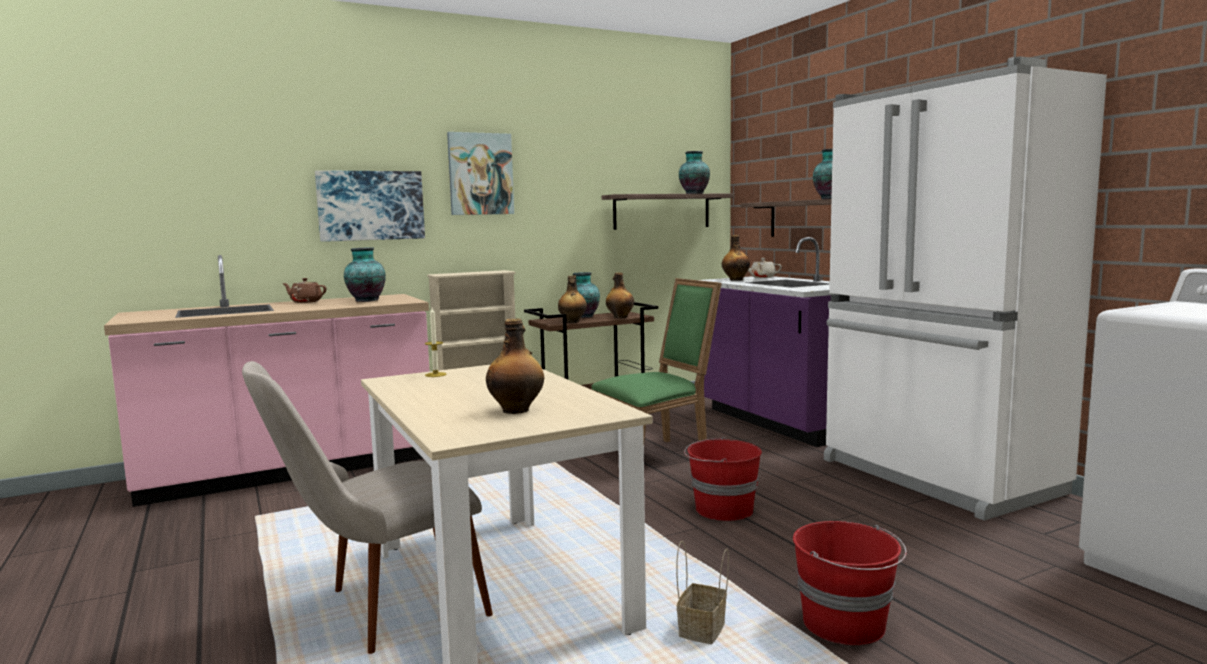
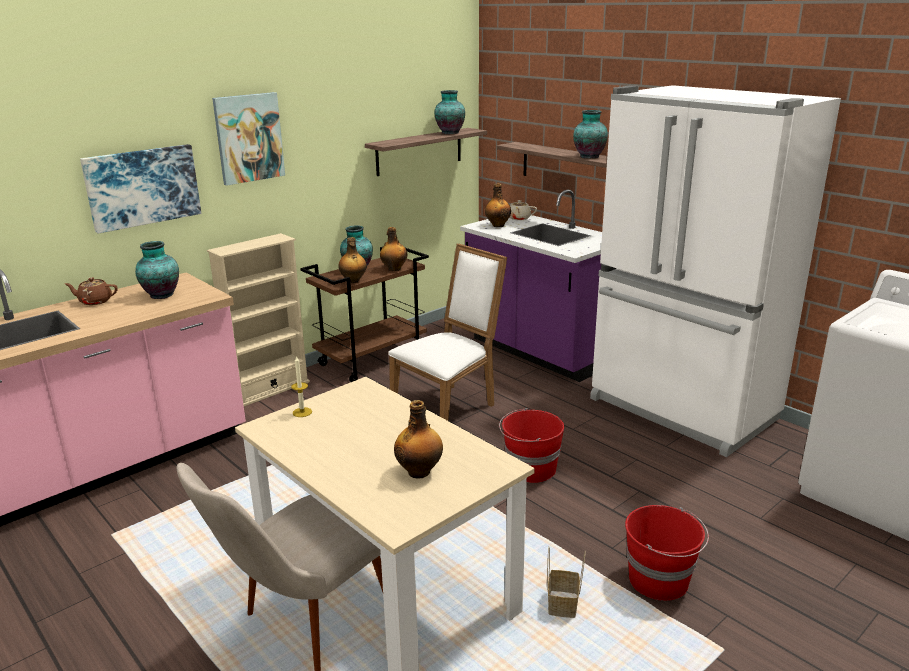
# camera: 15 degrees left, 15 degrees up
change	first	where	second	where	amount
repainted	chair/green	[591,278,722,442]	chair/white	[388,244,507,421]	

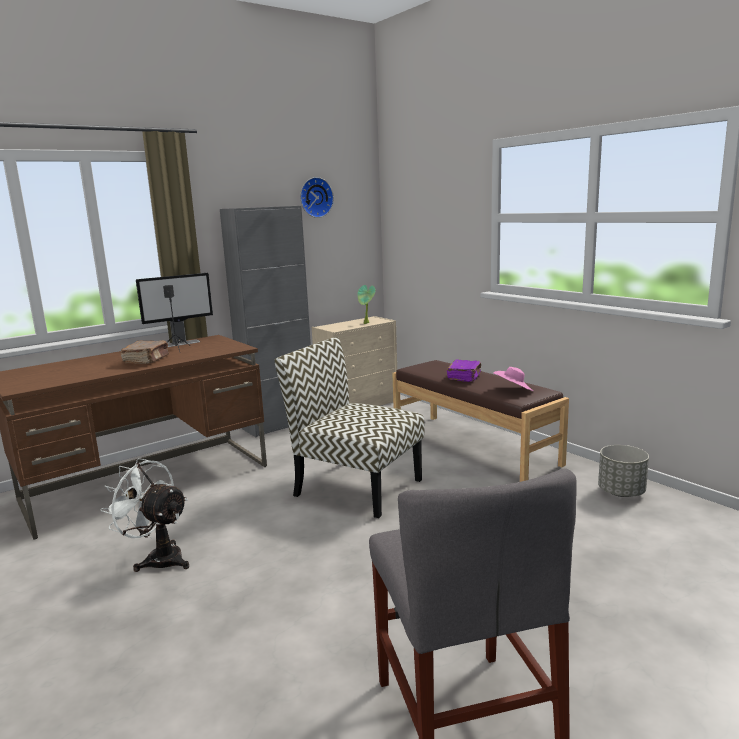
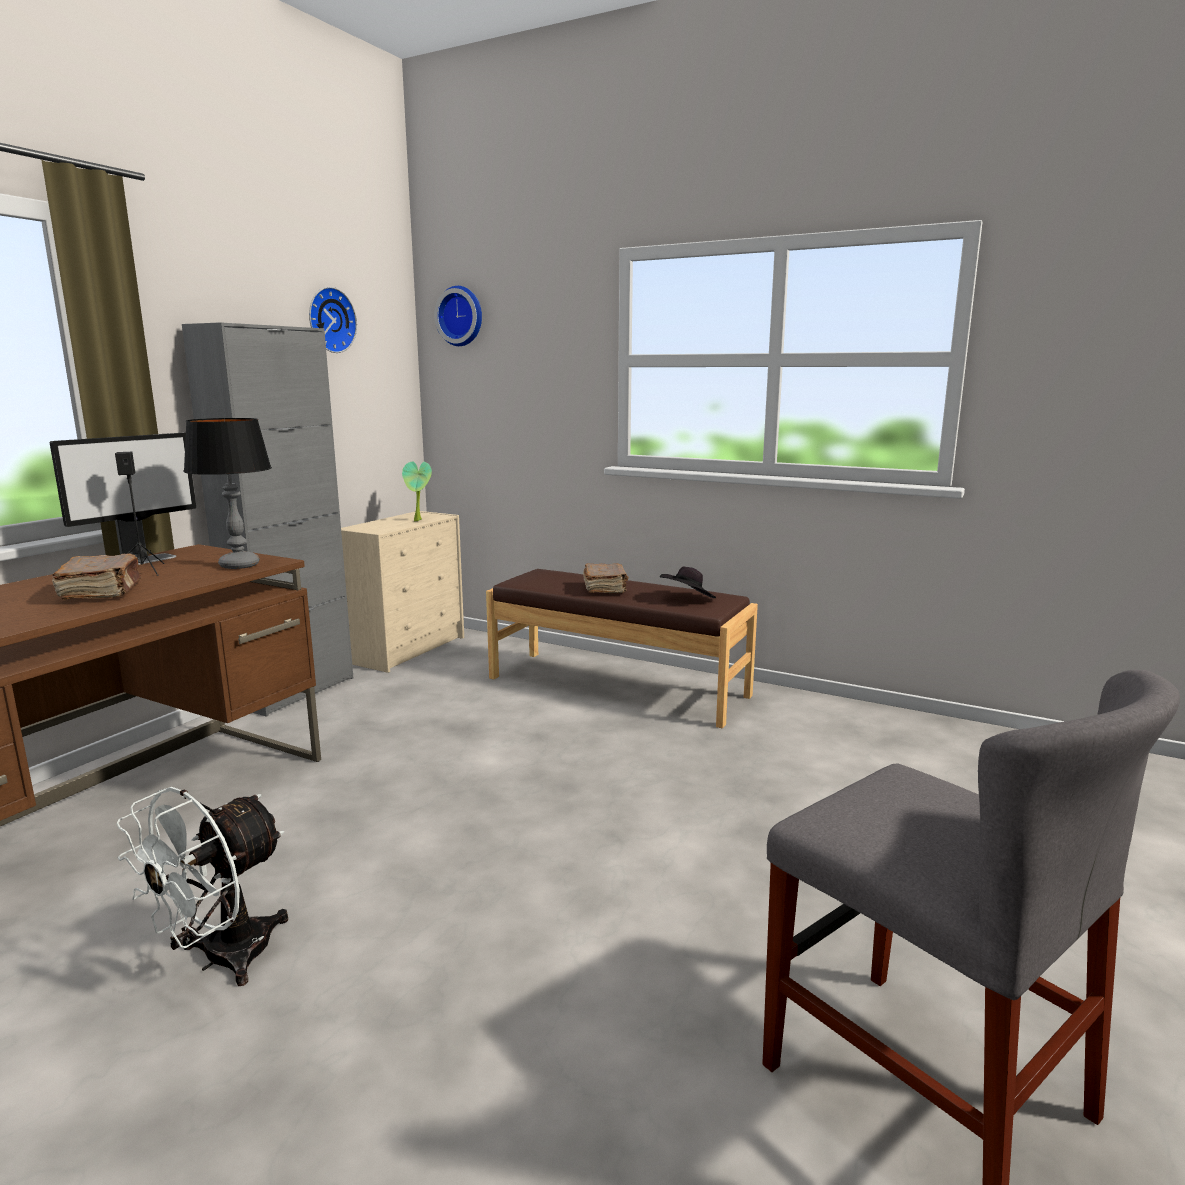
# camera: 25 degrees left, 0 degrees up
change	first	where	second	where	amount
rotated	fan/white	[100,458,189,572]		[116,787,288,986]	60 degrees counterclockwise
new			table lamp	[184,418,272,569]	
new			wall clock	[434,286,482,346]	
repainted	book/purple	[447,359,481,382]	book/brown	[583,563,628,593]	
repainted	hat/pink	[493,367,533,391]	hat/black	[660,566,716,598]	
gone	chair	[275,337,424,518]			
gone	planter/grey	[598,445,649,497]			

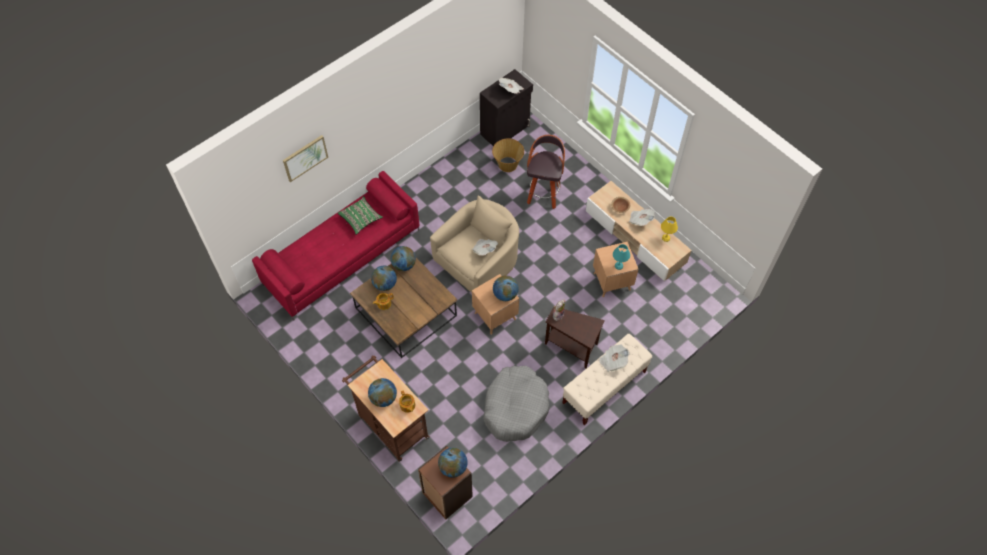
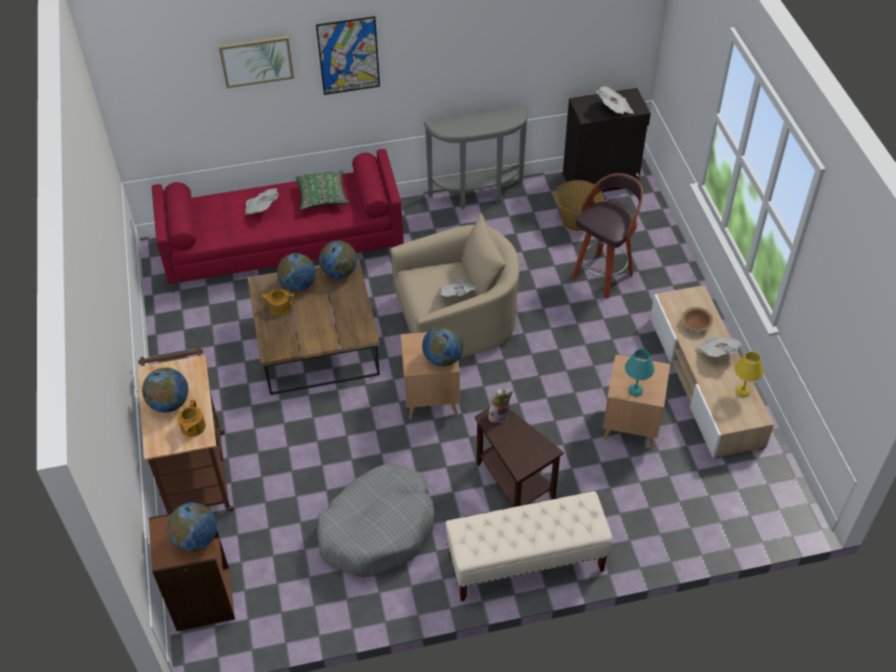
# camera: 30 degrees right, 10 degrees down
change	first	where	second	where	amount
shifted	newspaper	[599,344,630,372]		[245,188,278,215]	
new			picture	[316,16,380,95]	
new			console table/grey	[424,107,528,209]	

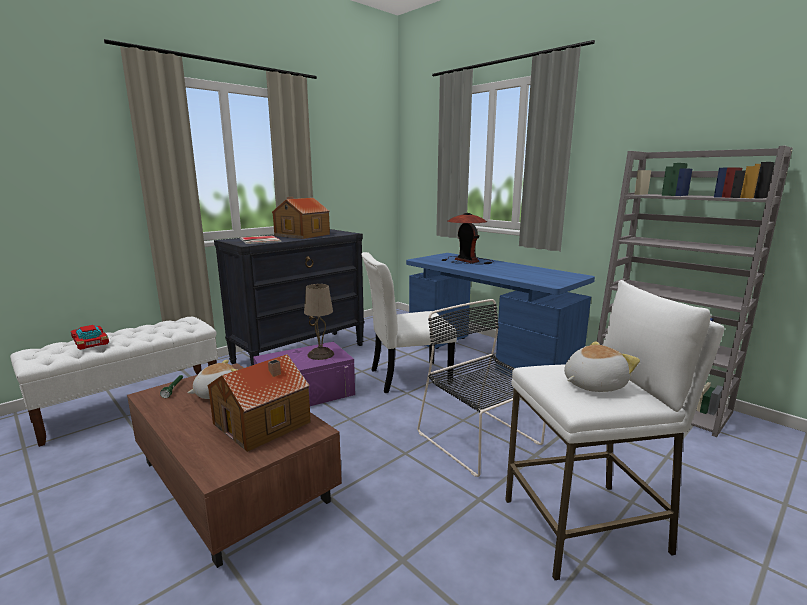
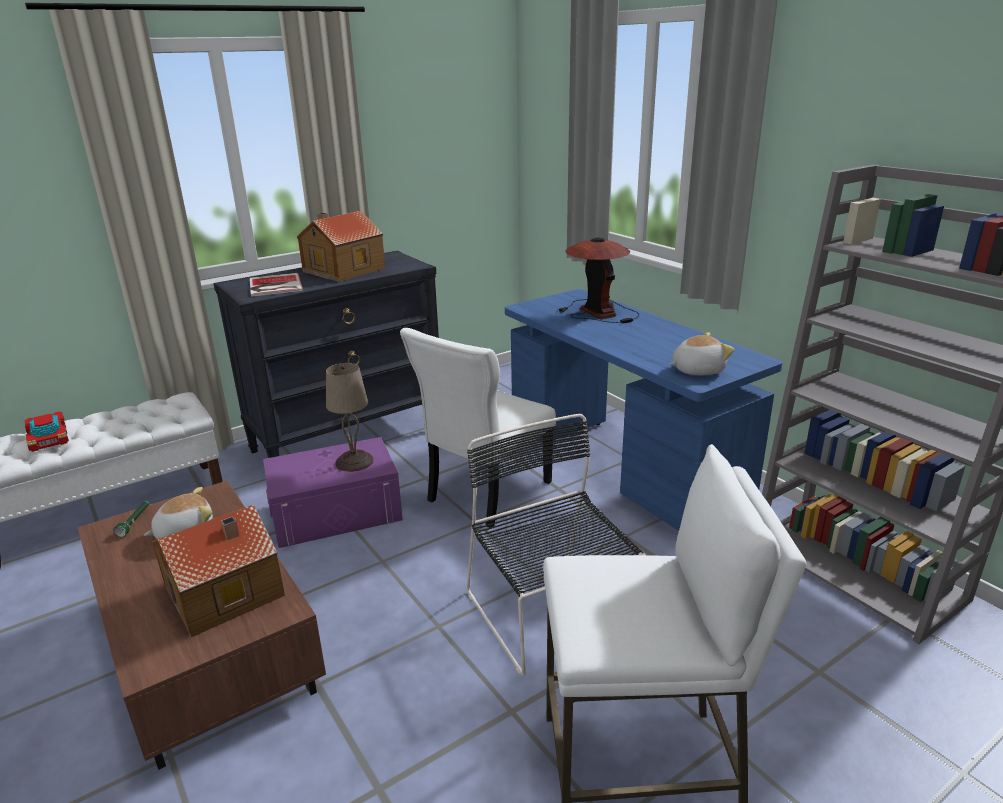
# camera: 10 degrees right, 10 degrees up
change	first	where	second	where	amount
rotated	chair/white	[361,252,457,393]		[400,328,556,528]	45 degrees counterclockwise
shifted	plush toy	[564,341,640,392]		[670,332,735,375]	

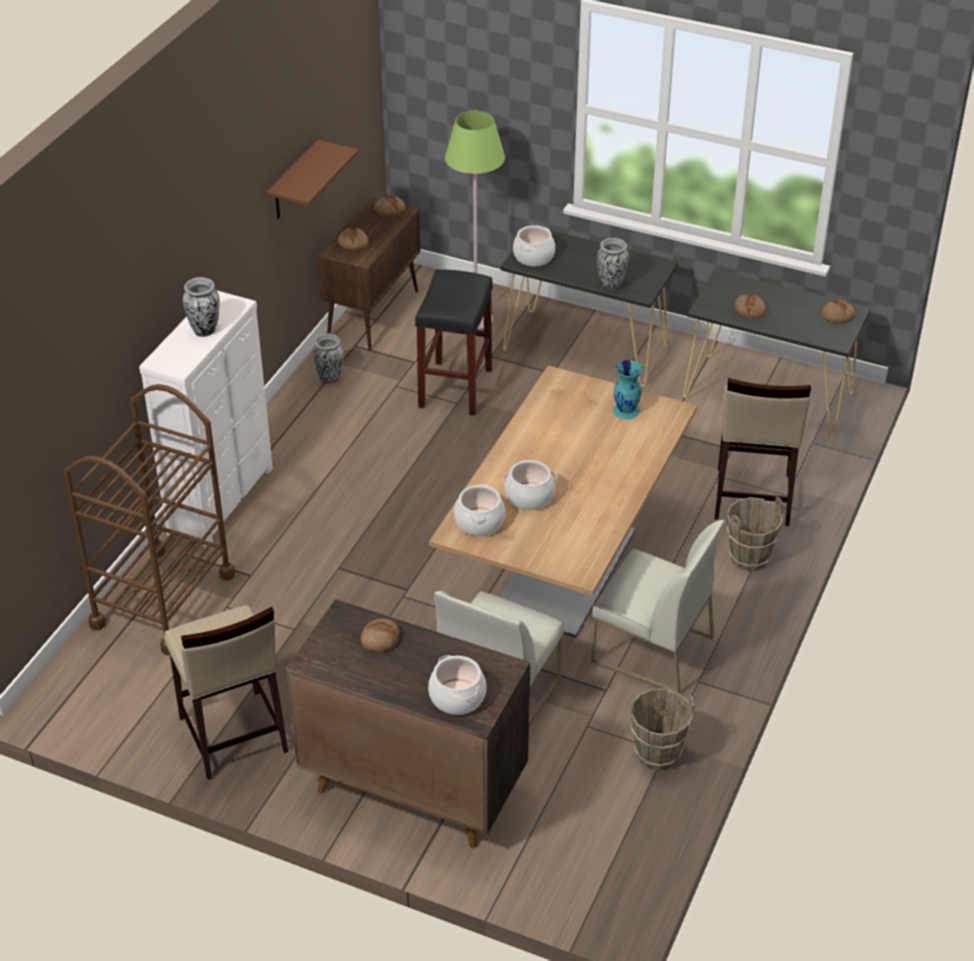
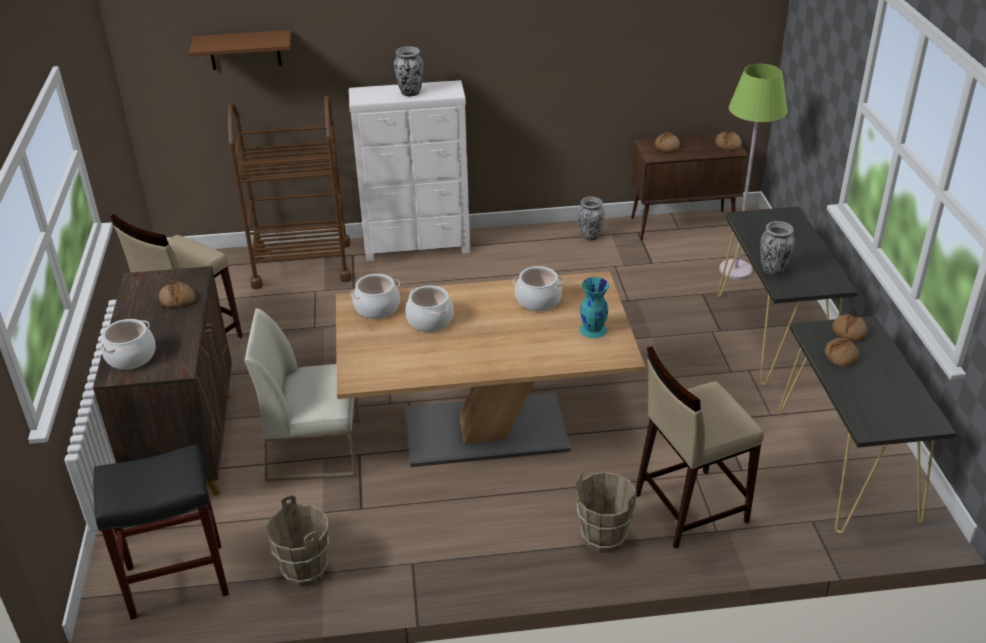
# camera: 60 degrees right, 5 degrees down
change	first	where	second	where	amount
shifted	stool/black	[415,269,493,416]		[93,444,229,620]	
shifted	shelf/brown	[267,140,358,219]		[189,30,291,70]	
shifted	cooking pot	[513,225,555,266]		[513,266,564,312]	
shifted	bread	[821,299,856,324]		[832,314,868,341]	
gone	chair/white	[591,520,725,694]			

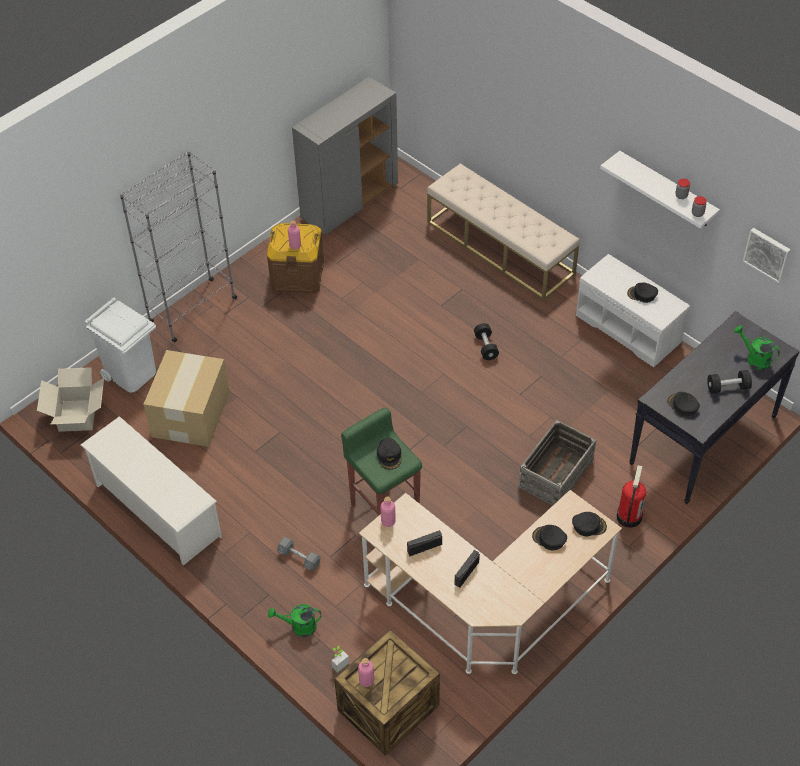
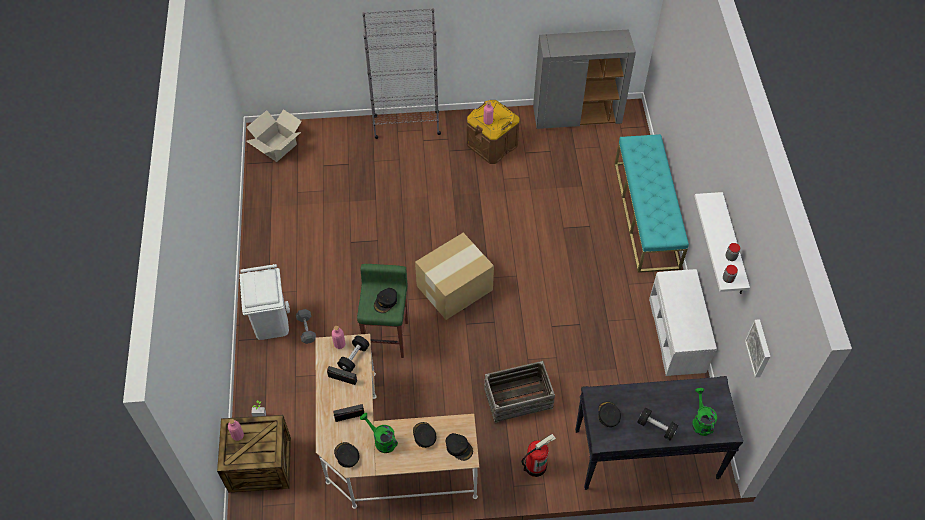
# camera: 40 degrees right, 5 degrees up
change	first	where	second	where	amount
shifted	trash can/white	[85,298,156,393]		[239,264,290,340]	
shifted	cap/black	[627,283,658,303]		[334,442,360,468]	
shifted	dumbbell/black	[474,323,499,360]		[337,335,370,372]	
shifted	watering can/green	[268,604,321,637]		[360,413,398,453]	
shifted	cardboard box	[143,350,230,447]		[415,233,494,320]	
repainted	bench/beige	[427,163,580,300]	bench/turquoise	[615,134,689,273]	
gone	shoe rack/white	[81,416,222,565]			

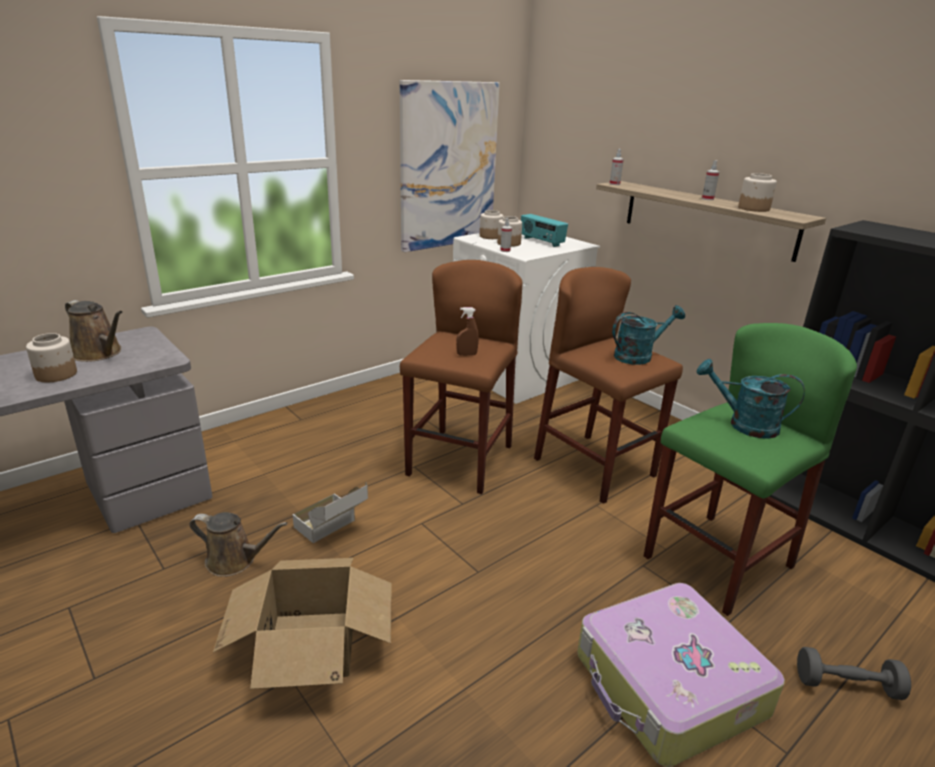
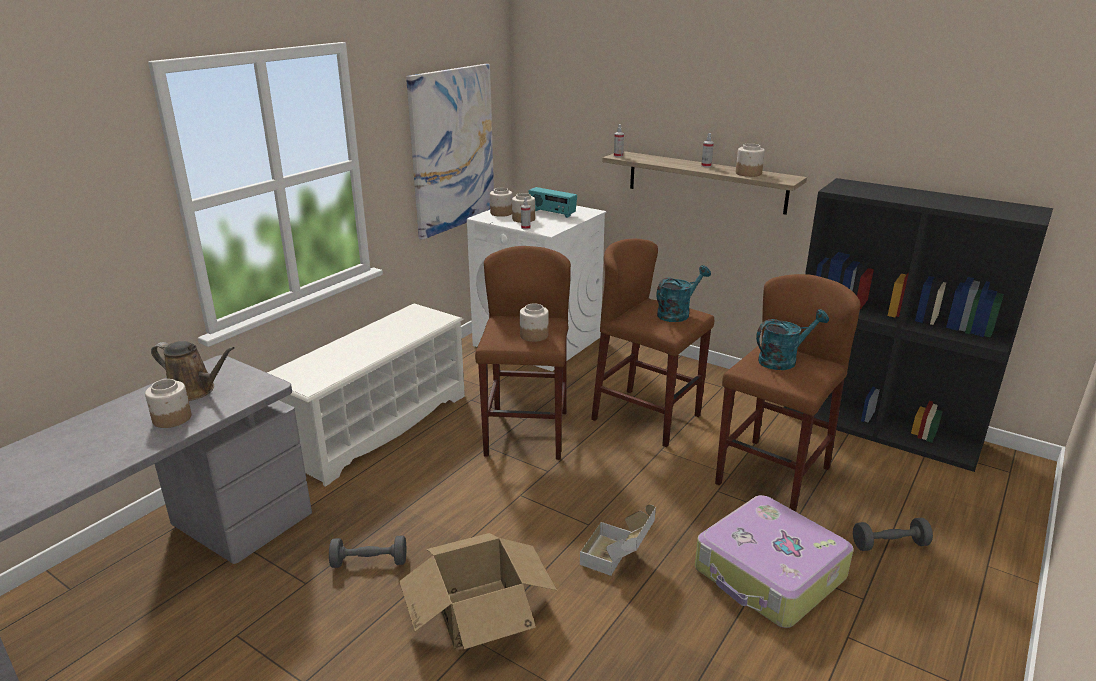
# camera: 15 degrees left, 0 degrees up
change	first	where	second	where	amount
new			shoe rack/white	[267,303,465,487]	
swapped	watering can/brown	[190,512,288,577]	dumbbell/grey	[329,535,406,568]	
swapped	spray bottle/brown	[456,307,479,356]	jar	[520,304,549,342]	
shifted	cardboard box	[292,483,368,543]		[580,505,656,576]	
repainted	stool/green	[644,323,857,616]	stool/brown	[715,274,861,512]	
rotated	watering can/turquoise	[697,359,805,439]		[756,309,829,370]	150 degrees clockwise

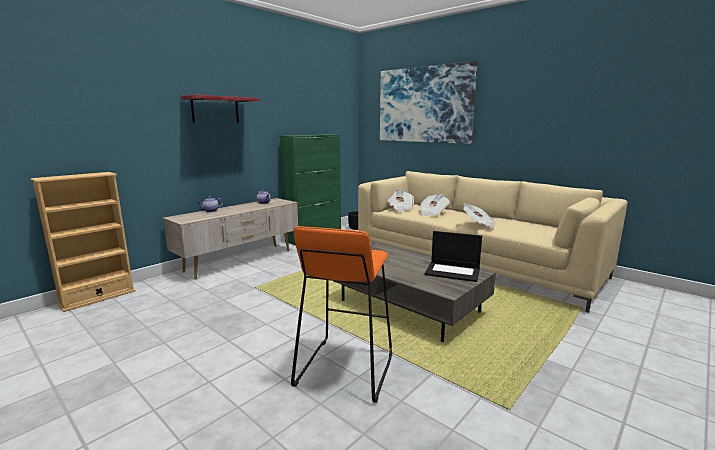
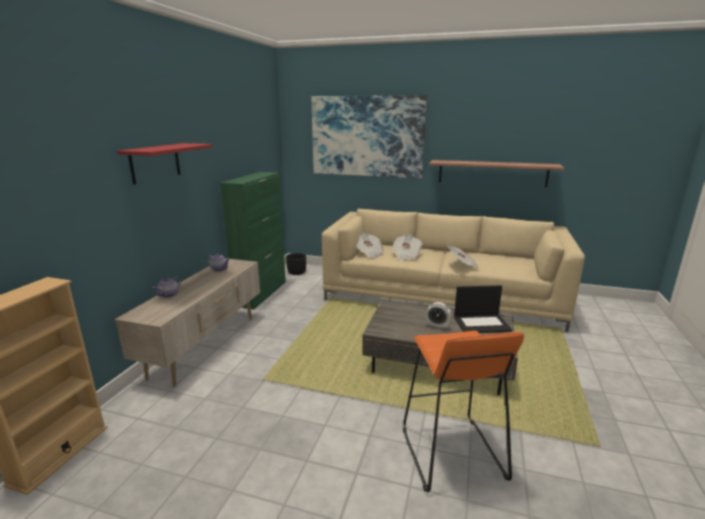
# camera: 25 degrees left, 5 degrees up
change	first	where	second	where	amount
new			alarm clock	[426,302,451,329]	
new			shelf	[429,160,564,187]	

